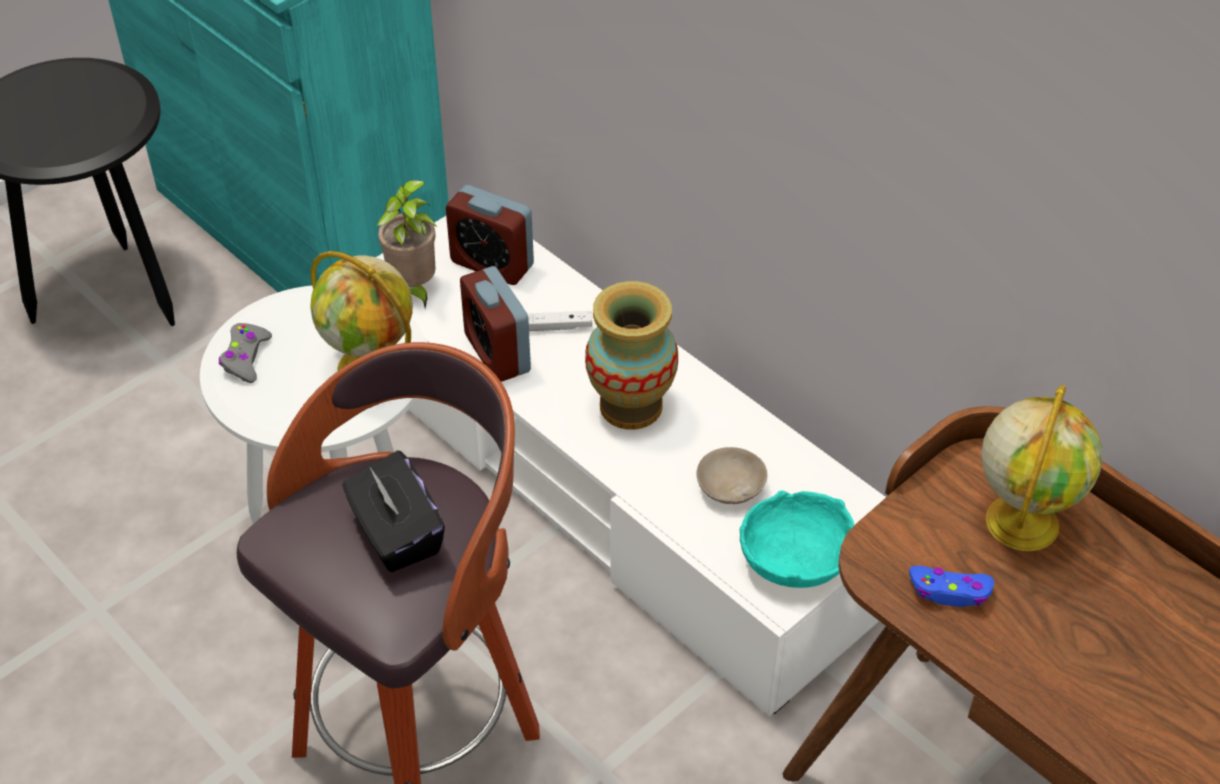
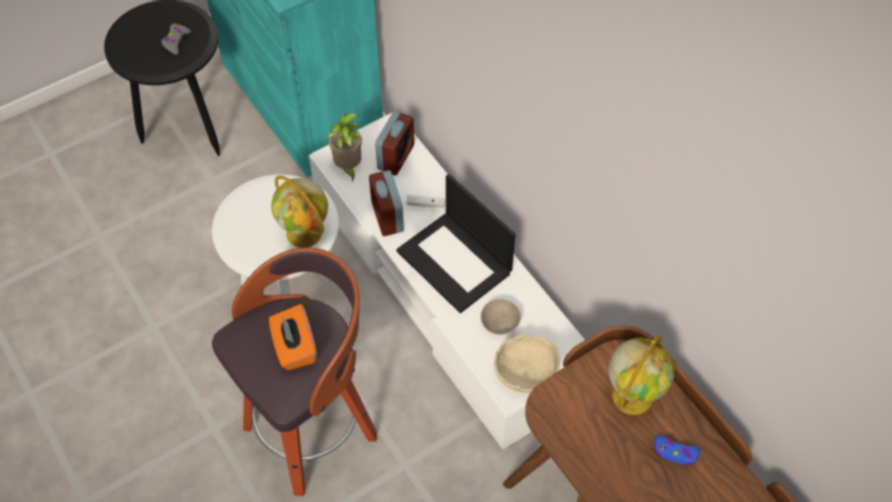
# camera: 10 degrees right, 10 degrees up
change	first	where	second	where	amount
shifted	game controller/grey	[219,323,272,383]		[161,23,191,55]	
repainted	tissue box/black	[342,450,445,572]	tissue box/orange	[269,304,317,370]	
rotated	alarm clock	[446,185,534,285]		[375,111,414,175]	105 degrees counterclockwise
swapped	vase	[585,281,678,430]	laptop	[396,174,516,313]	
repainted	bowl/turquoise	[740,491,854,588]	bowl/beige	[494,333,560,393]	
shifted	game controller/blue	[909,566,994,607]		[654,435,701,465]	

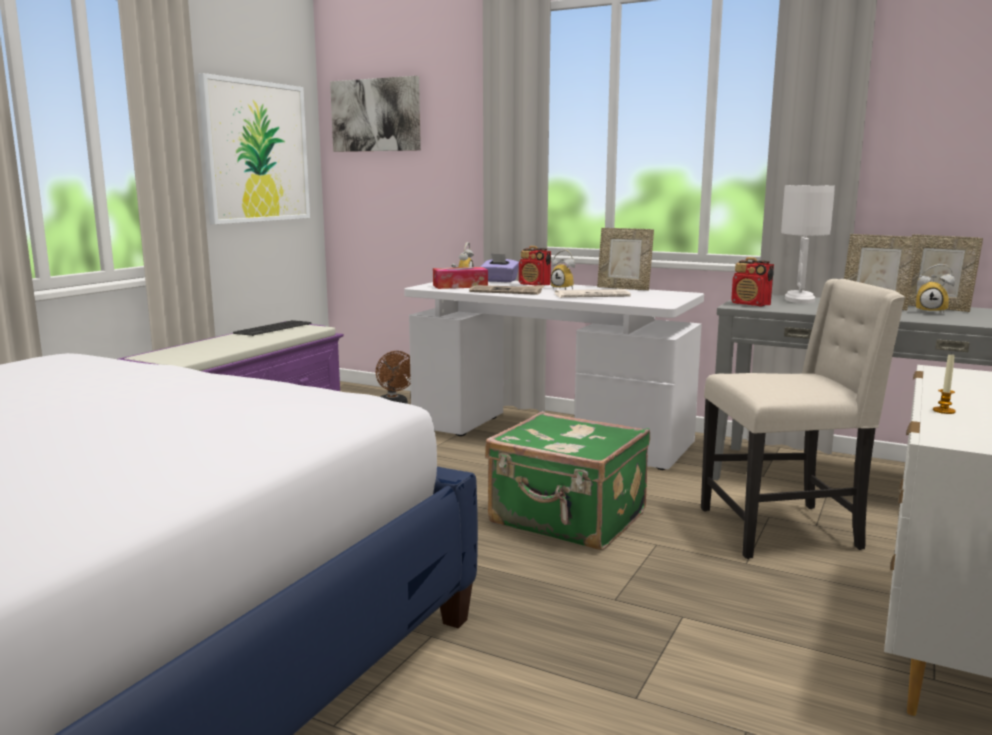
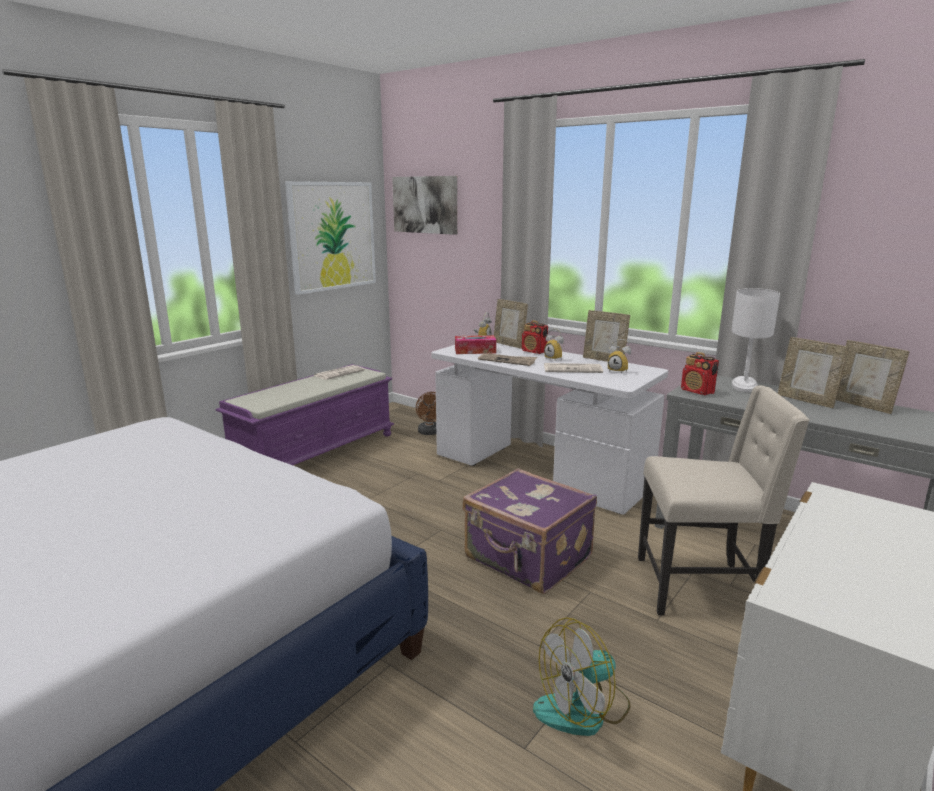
# camera: 10 degrees right, 5 degrees up
change	first	where	second	where	amount
swapped	keyboard	[233,320,312,336]	newspaper	[314,365,365,380]	
repainted	suitcase/green	[485,411,650,550]	suitcase/purple	[463,468,597,594]	
swapped	tissue box/purple	[480,253,519,282]	picture frame	[494,299,528,349]	
new			fan	[533,617,631,736]	
shifted	alarm clock	[916,264,955,313]		[608,339,631,373]	
gone	candle	[933,353,956,414]			

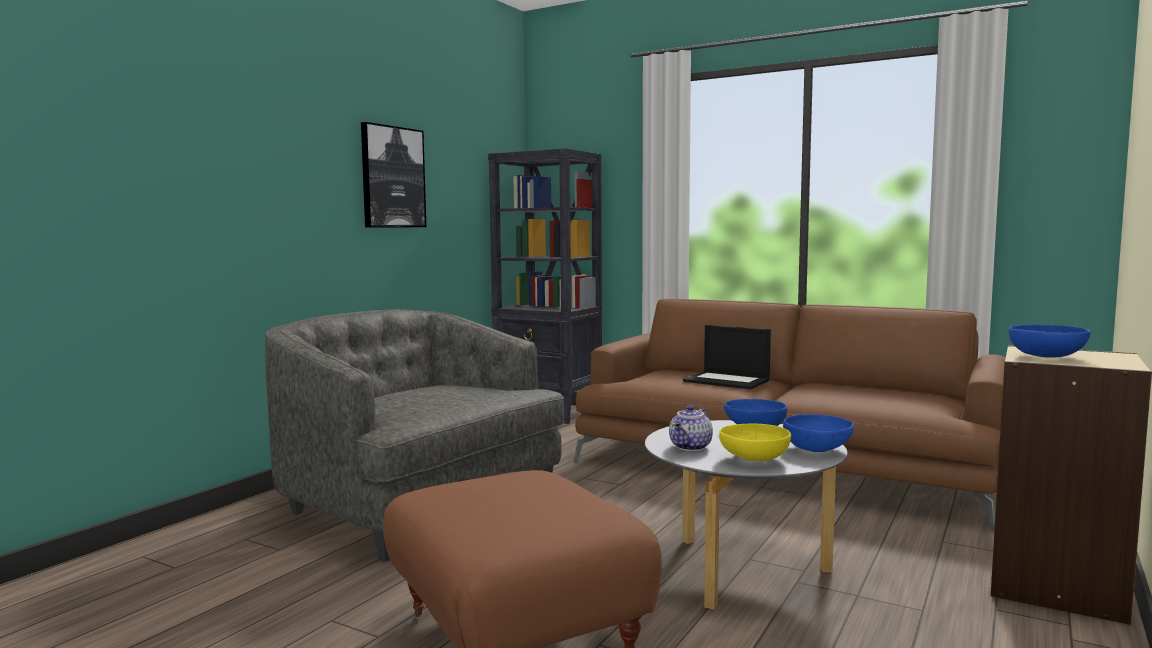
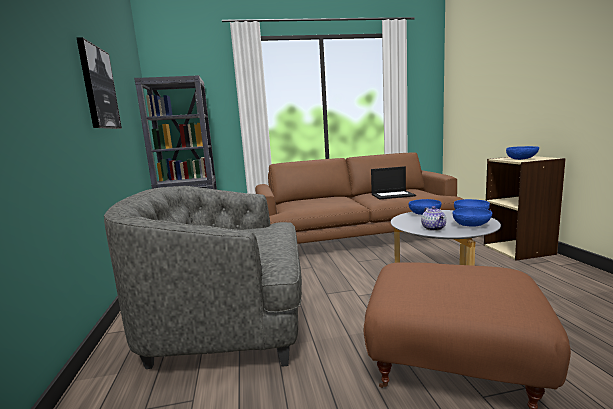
# camera: 40 degrees left, 5 degrees up
change	first	where	second	where	amount
shifted	laptop	[683,325,771,389]		[371,166,416,199]	
repainted	bowl/yellow	[719,423,791,461]	bowl/blue	[453,207,492,227]	

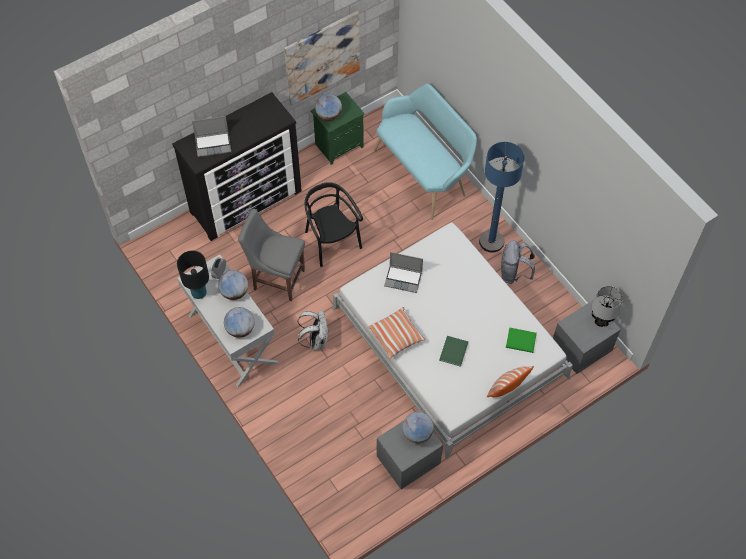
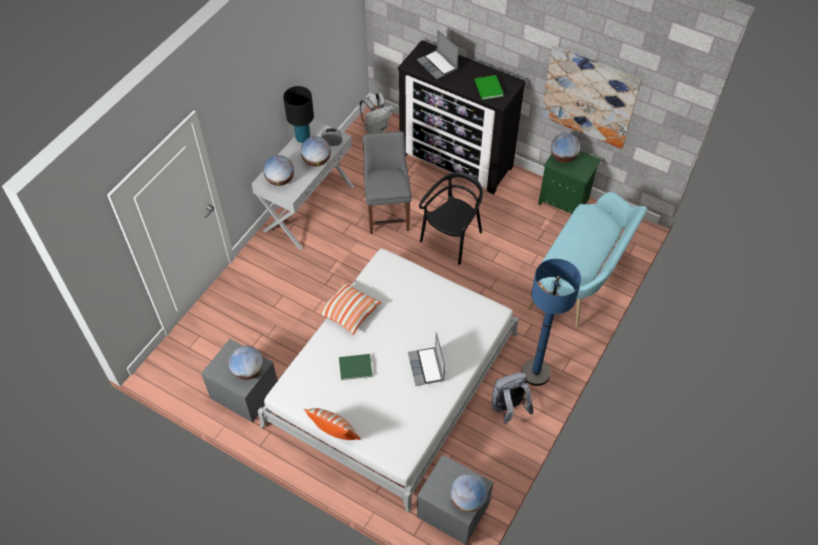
# camera: 65 degrees right, 5 degrees down
change	first	where	second	where	amount
shifted	backpack/white	[297,310,328,350]		[360,93,393,133]	
shifted	laptop	[384,252,423,293]		[408,332,445,386]	
swapped	table lamp	[592,286,623,327]	globe	[450,474,488,512]	
shifted	book/green	[506,327,537,353]		[475,75,504,100]	

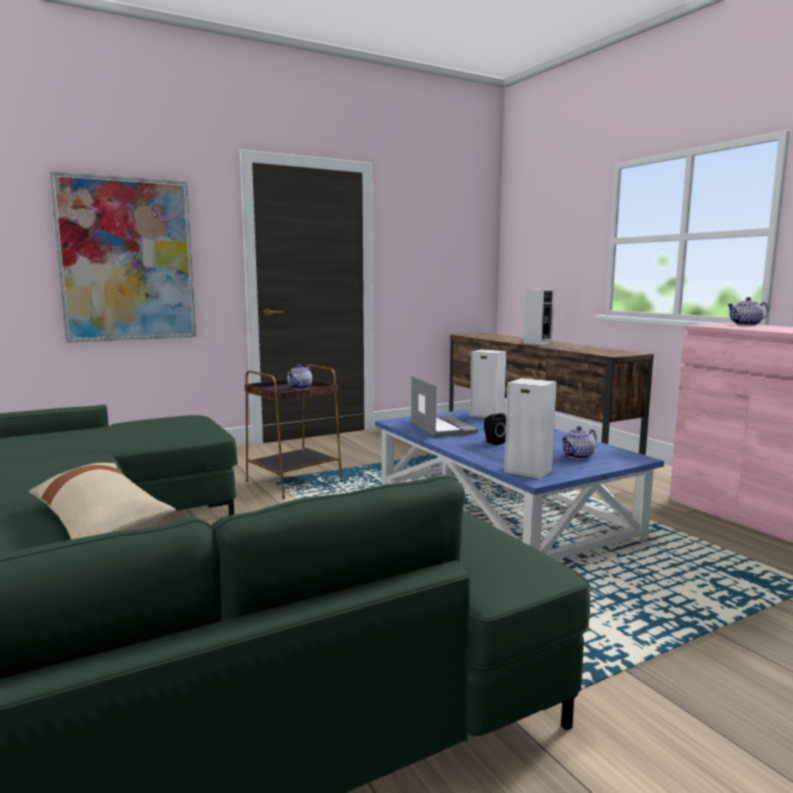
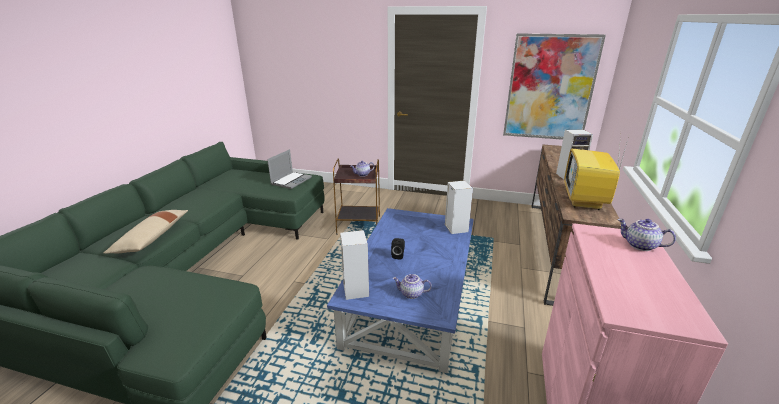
# camera: 45 degrees right, 15 degrees up
change	first	where	second	where	amount
shifted	laptop	[411,376,478,437]		[267,149,312,189]	
shifted	picture	[49,171,196,343]		[503,34,606,140]	
new			television	[564,135,629,210]	

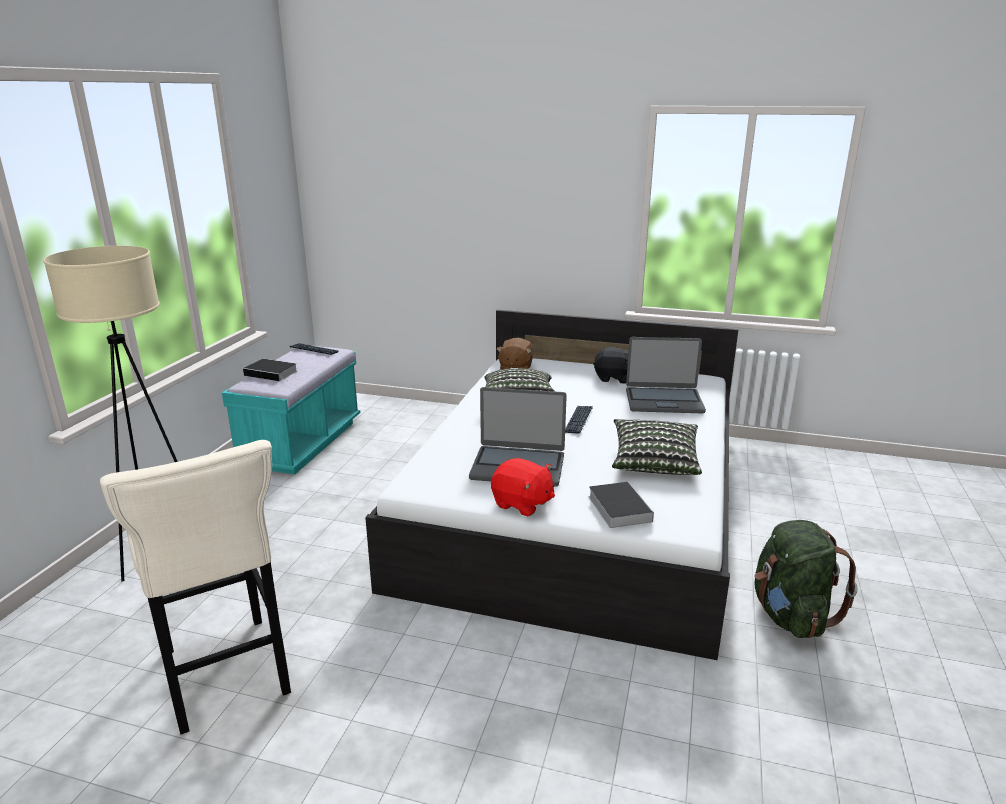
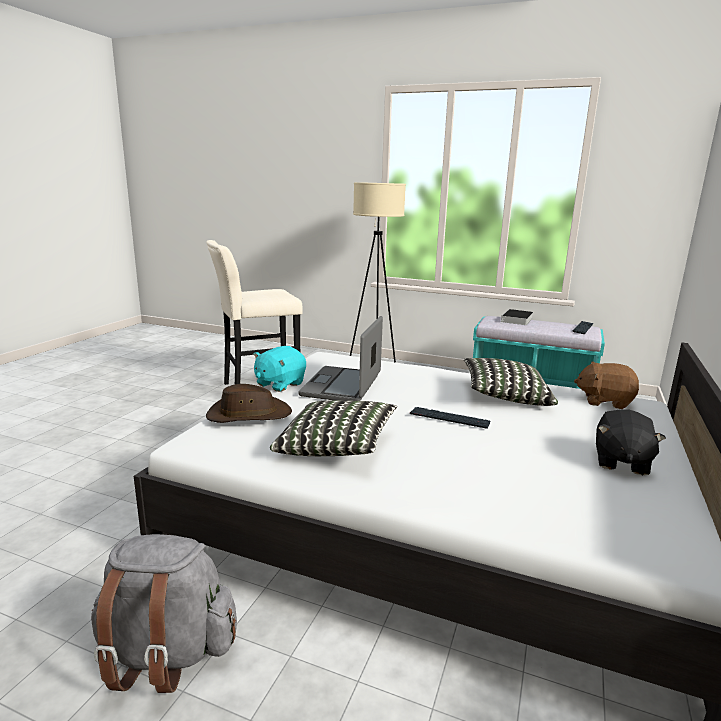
# camera: 95 degrees right, 5 degrees down
change	first	where	second	where	amount
repainted	backpack/green	[754,520,857,638]	backpack/grey	[91,534,237,693]	
swapped	book	[589,482,654,528]	hat/brown	[206,384,292,423]	
repainted	plush toy/red	[491,458,555,516]	plush toy/turquoise	[253,346,306,392]	
gone	laptop	[626,337,706,413]			

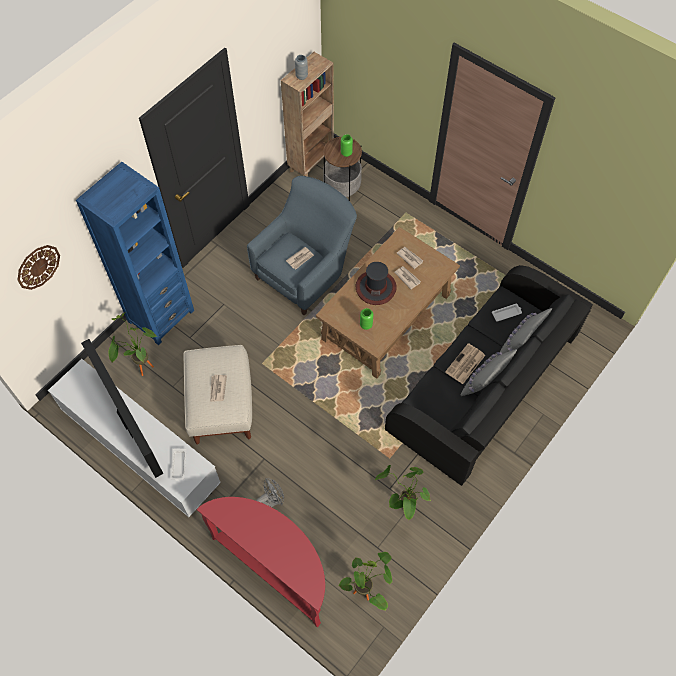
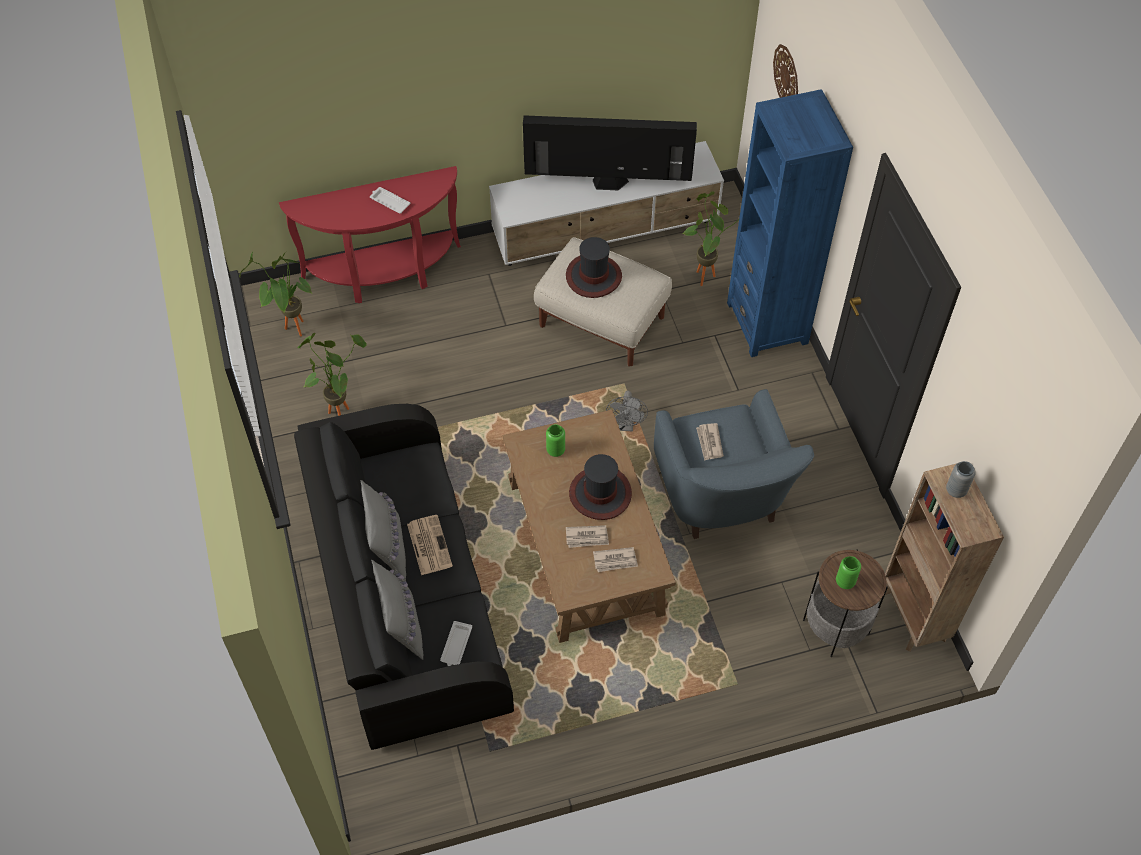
# camera: 125 degrees right, 5 degrees down
change	first	where	second	where	amount
shifted	tray/white	[170,449,186,481]		[370,187,410,214]	
swapped	newspaper	[210,375,227,402]	hat	[566,237,622,298]	
shifted	fan/grey	[256,478,284,507]		[606,391,648,432]	

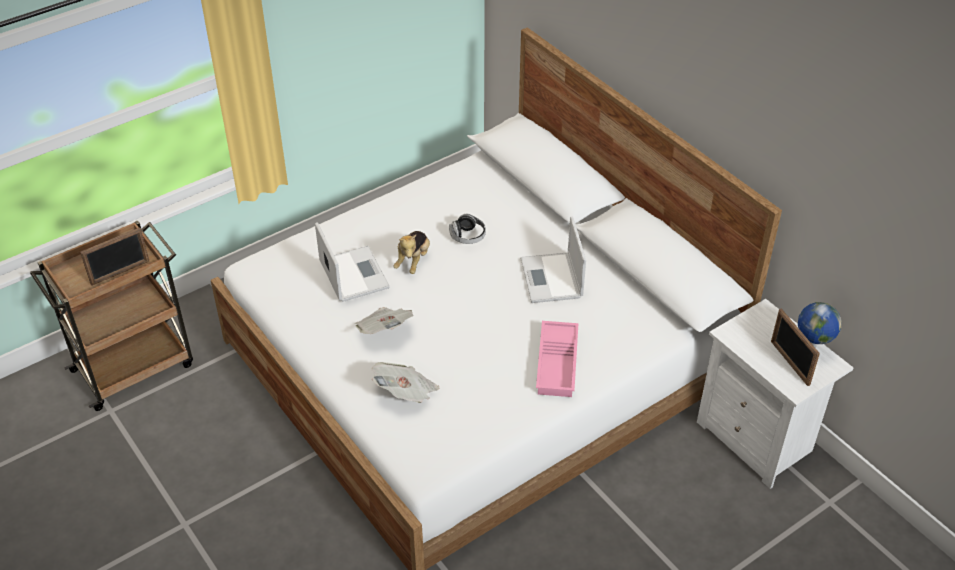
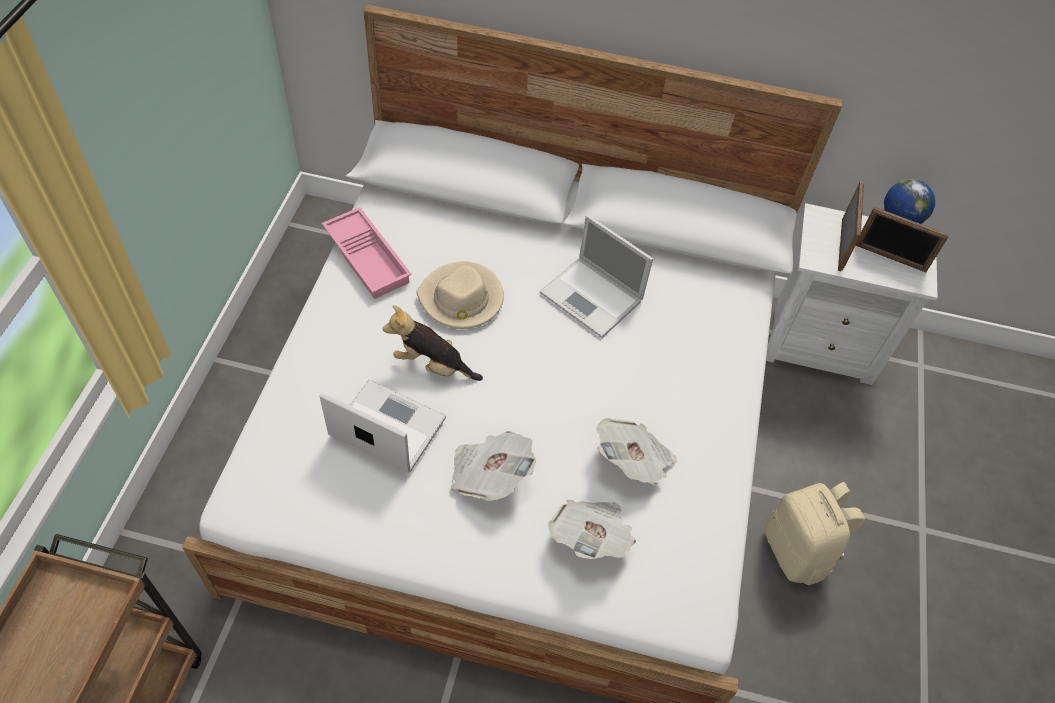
# camera: 45 degrees left, 10 degrees up
change	first	where	second	where	amount
shifted	tray/pink	[536,321,579,397]		[322,207,412,299]	
rotated	plush toy	[393,231,430,274]		[383,305,483,381]	135 degrees clockwise
swapped	headphones	[449,214,486,244]	hat/beige	[417,261,504,329]	
new			newspaper	[596,418,677,485]	
new			backpack/beige	[765,482,865,585]	
shifted	picture frame	[80,227,149,286]		[838,182,864,271]	

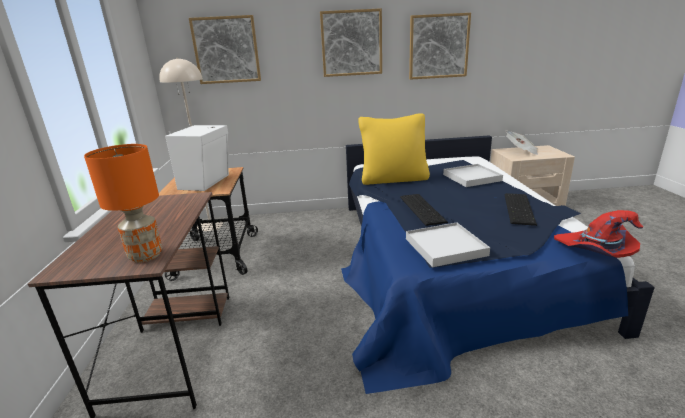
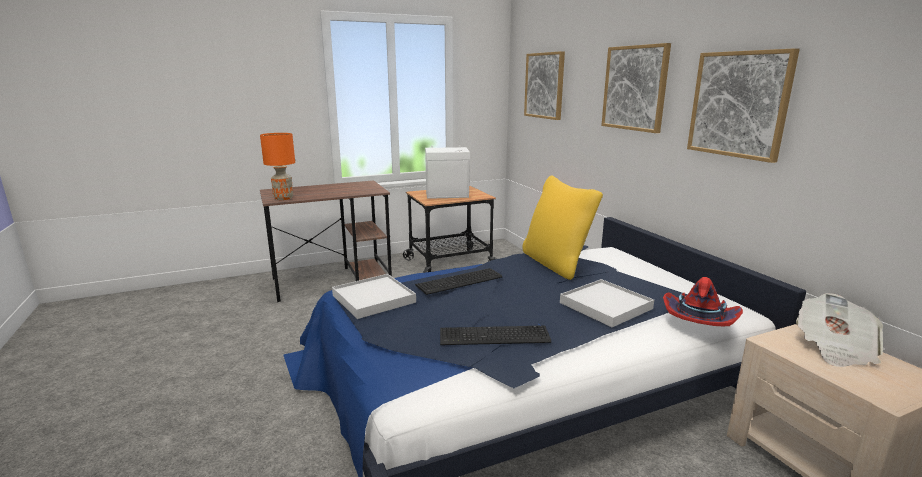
# camera: 70 degrees right, 5 degrees down
change	first	where	second	where	amount
shifted	hat/red	[554,210,643,258]		[663,277,743,326]	
gone	floor lamp/beige	[159,58,224,231]			

